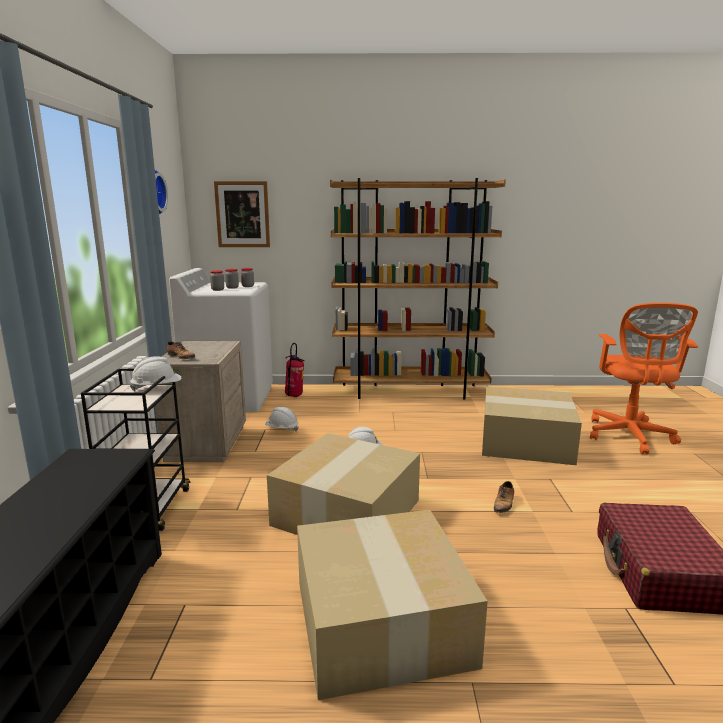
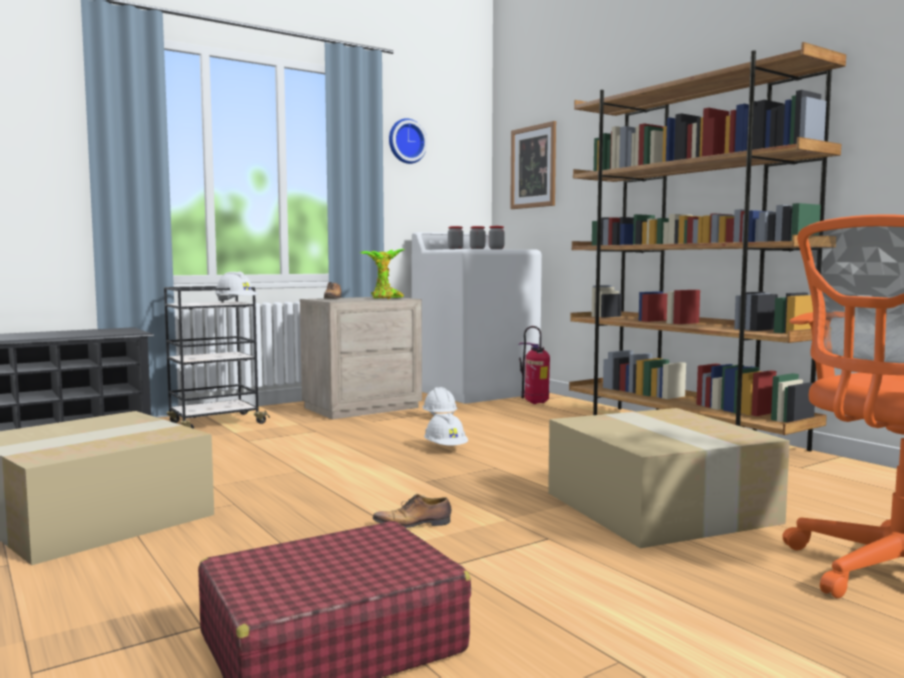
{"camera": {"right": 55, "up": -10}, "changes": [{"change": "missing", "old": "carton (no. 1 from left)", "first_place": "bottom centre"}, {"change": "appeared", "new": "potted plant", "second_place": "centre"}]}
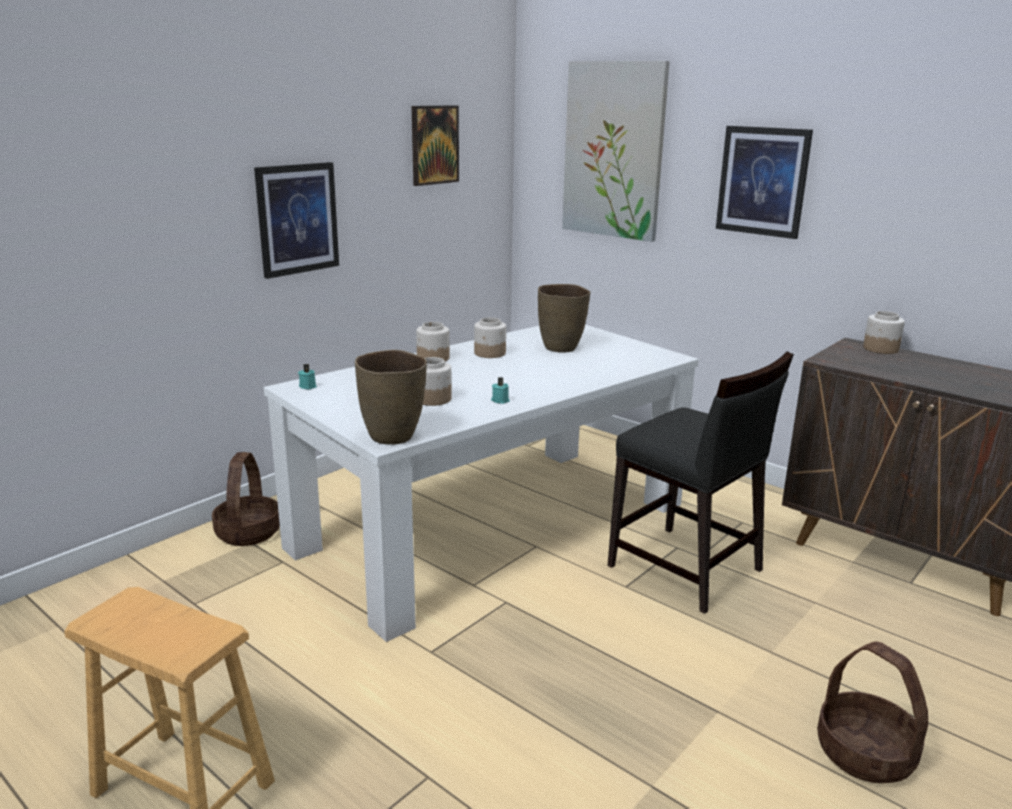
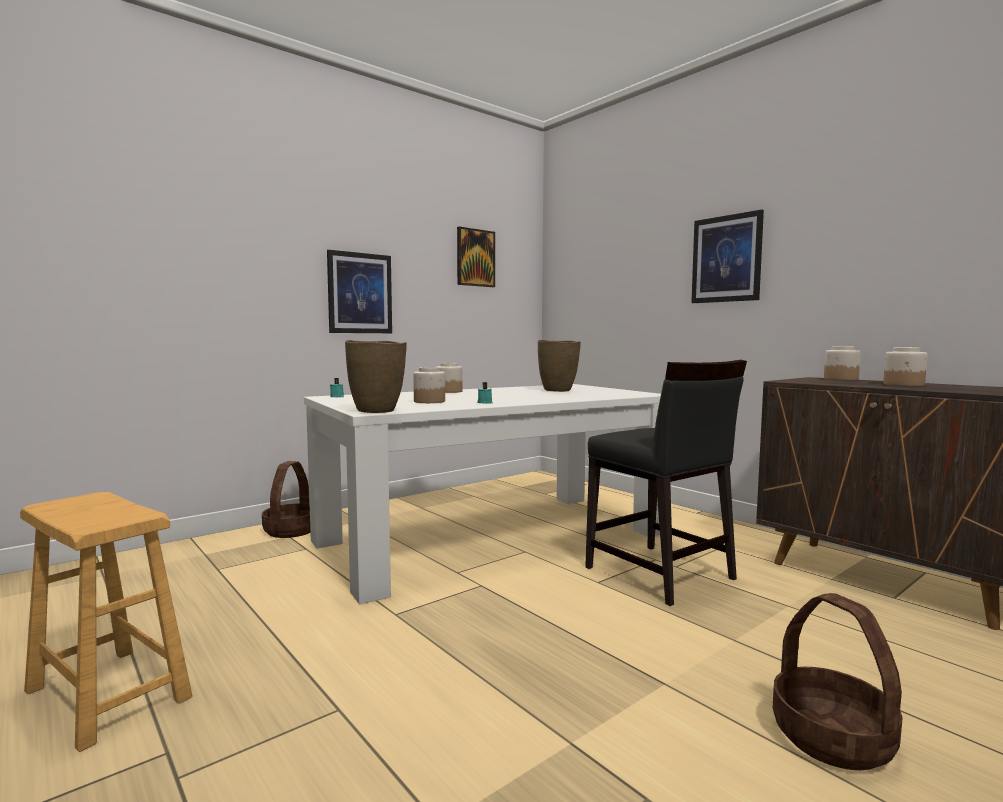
{"camera": {"right": 10, "up": -15}, "changes": [{"change": "missing", "old": "wall picture (no. 3 from left)", "first_place": "top centre"}, {"change": "relocated", "old": "jar (no. 3 from left in the first image)", "new": "jar (no. 4 from left)", "first_place": "centre", "second_place": "middle right"}]}
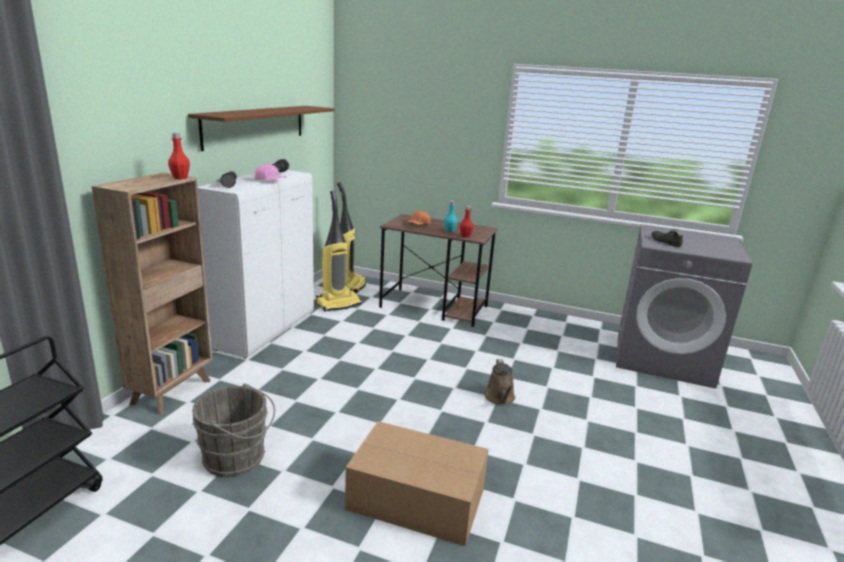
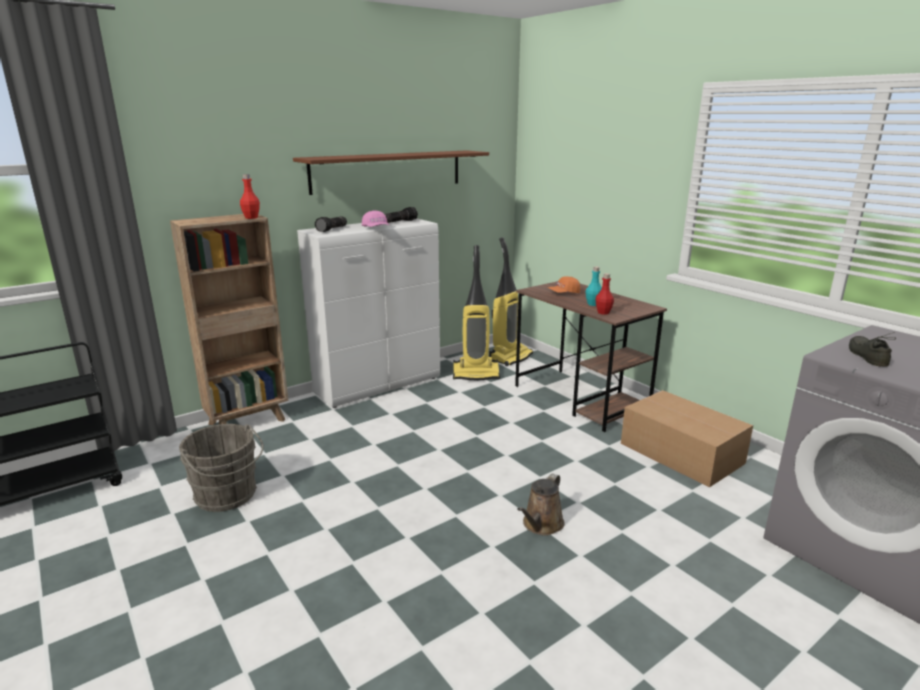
{"camera": {"right": 35, "up": 0}, "changes": [{"change": "relocated", "old": "carton", "first_place": "bottom centre", "second_place": "middle right"}]}
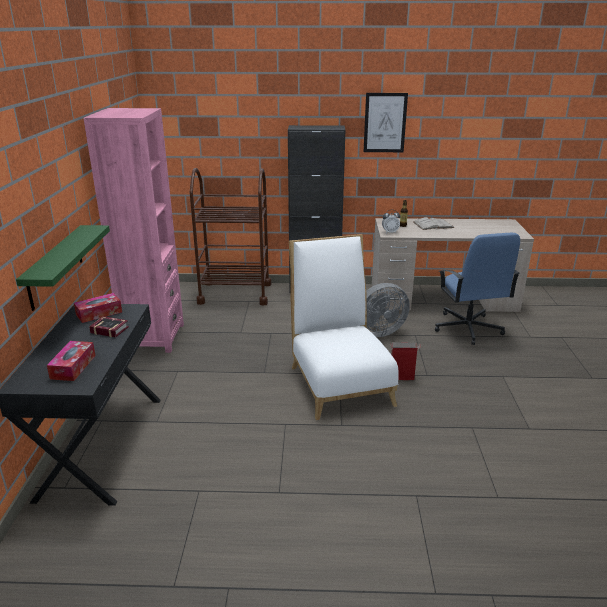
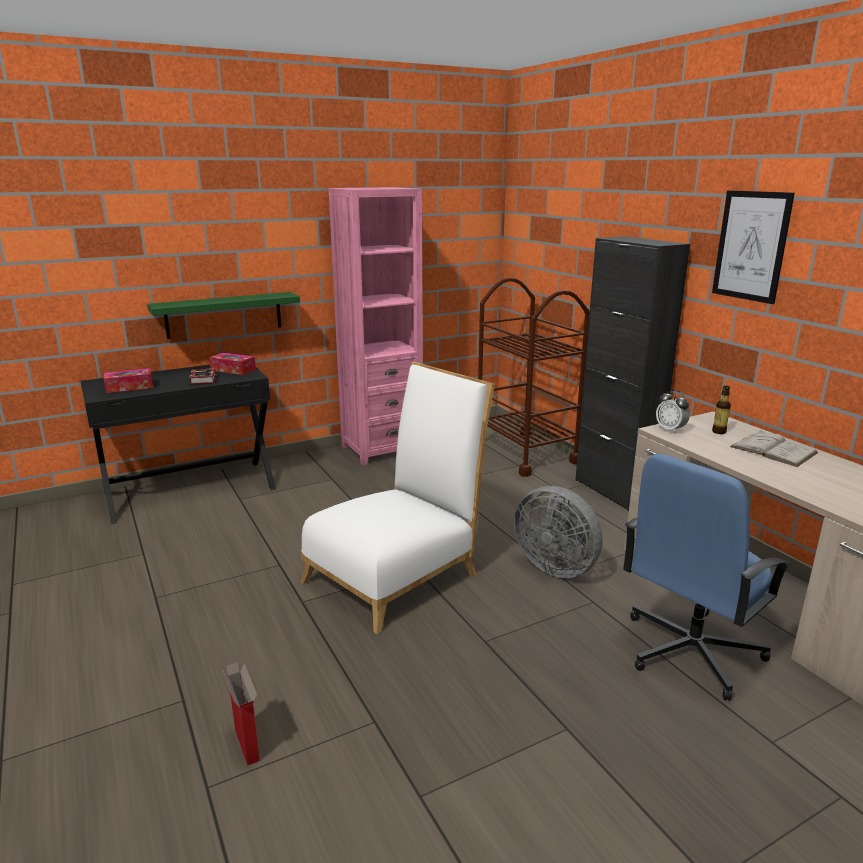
{"camera": {"right": 60, "up": -5}, "changes": [{"change": "relocated", "old": "carton", "first_place": "middle right", "second_place": "bottom left"}]}
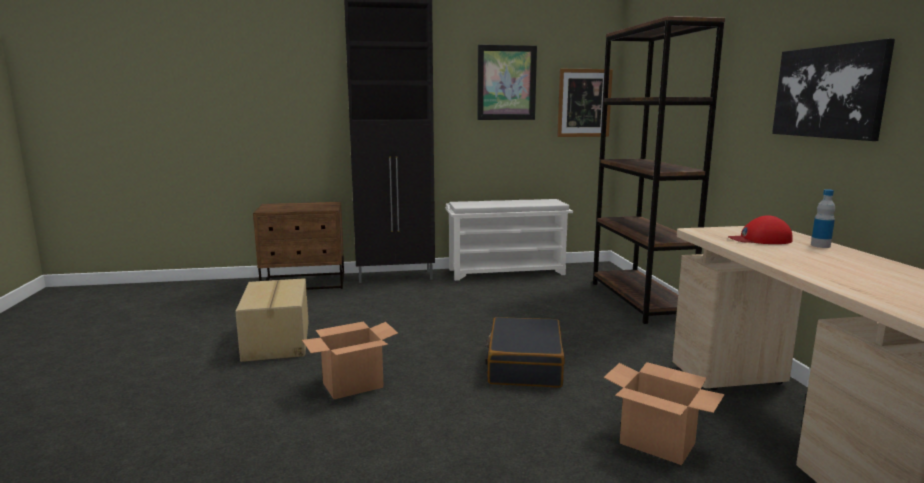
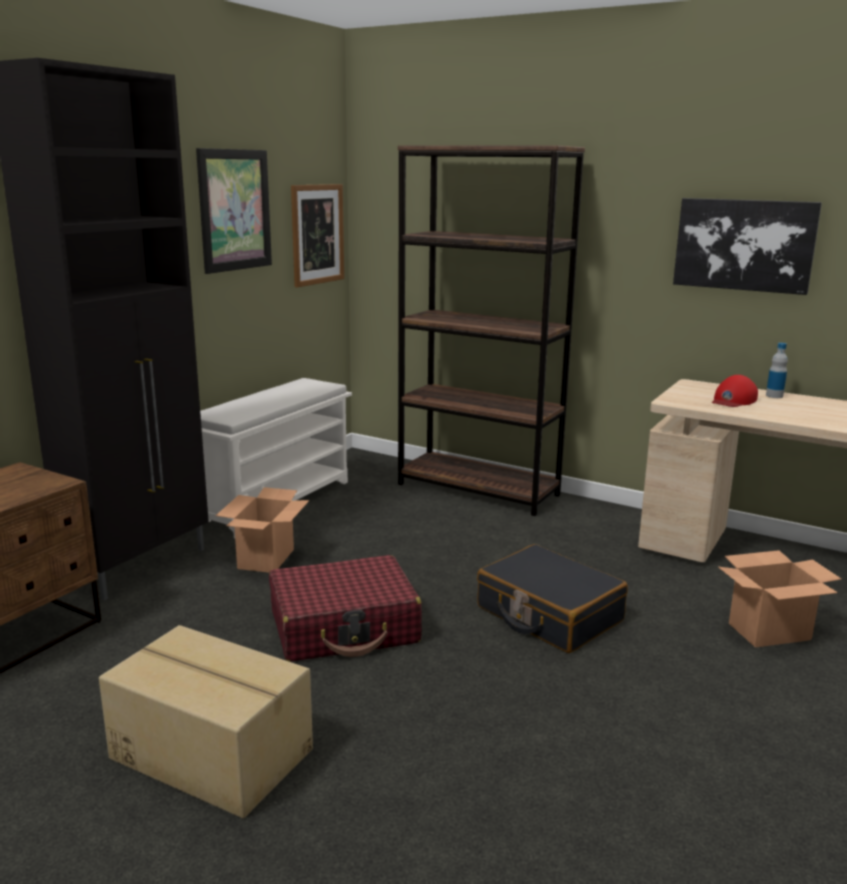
{"camera": {"right": -50, "up": 5}, "changes": [{"change": "relocated", "old": "carton (no. 2 from left)", "first_place": "bottom centre", "second_place": "middle left"}, {"change": "appeared", "new": "travel case in red", "second_place": "bottom centre"}]}
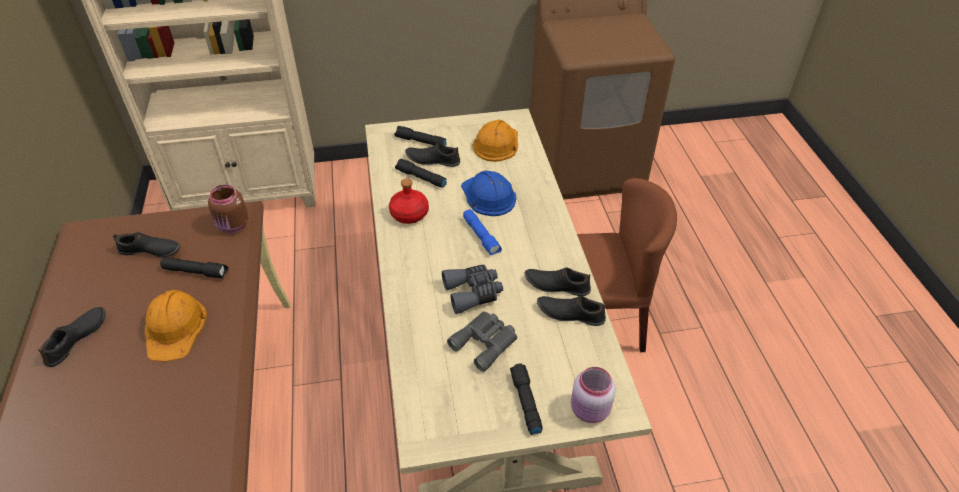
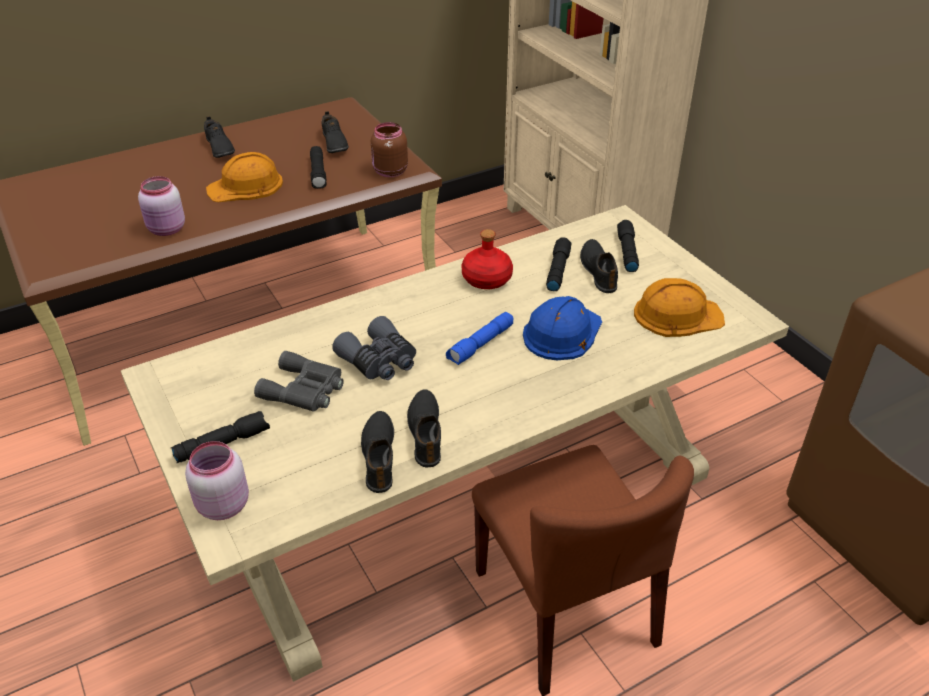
{"camera": {"right": 70, "up": -5}, "changes": [{"change": "spun", "old": "shoe in black-coloured (no. 1 from left)", "first_place": "bottom left", "second_place": "top left", "degrees": 60}, {"change": "appeared", "new": "jar in pink-coloured (no. 1 from left)", "second_place": "top left"}]}
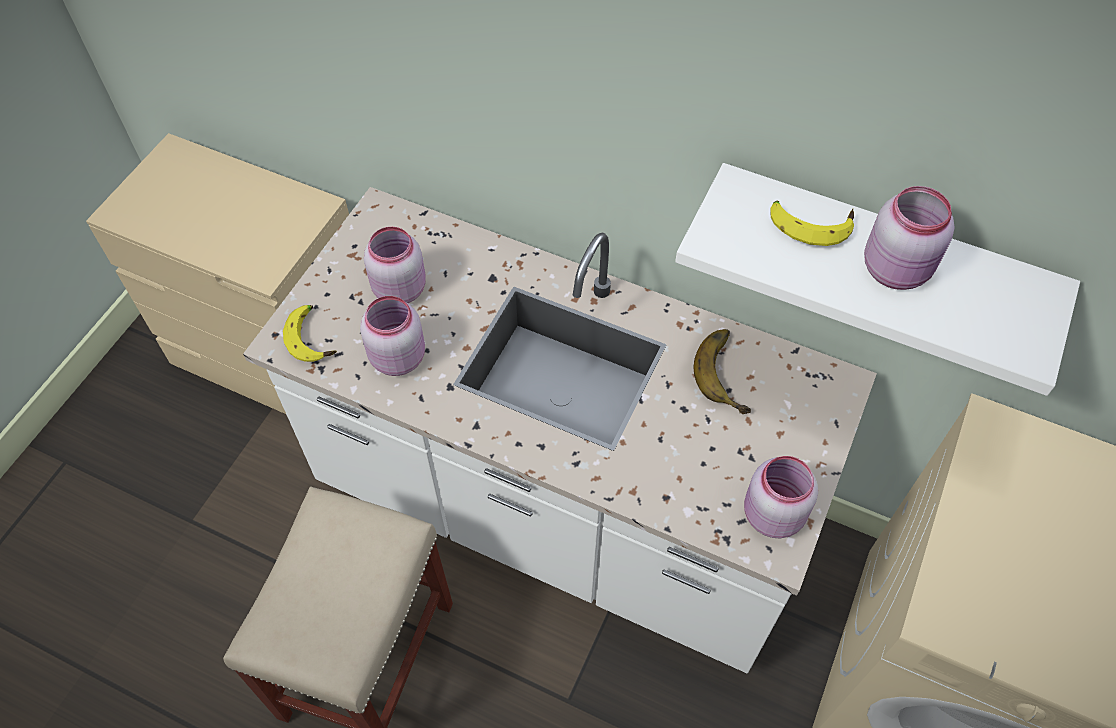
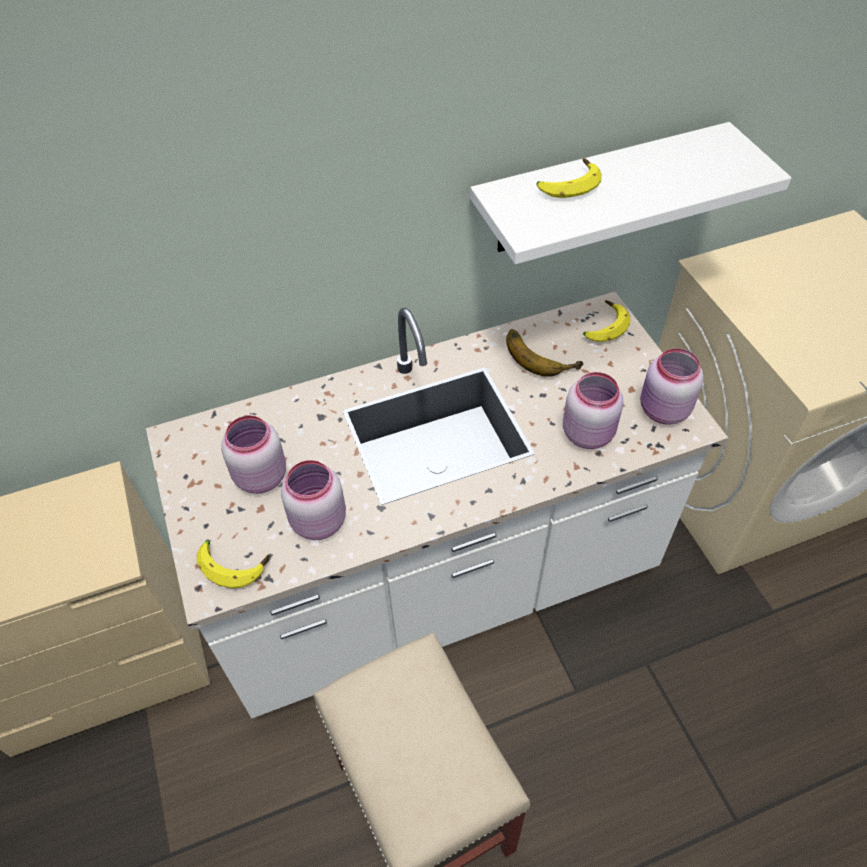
{"camera": {"right": -45, "up": -5}, "changes": [{"change": "relocated", "old": "jar in pink-coloured (no. 4 from left in the first image)", "new": "jar in pink-coloured (no. 3 from left)", "first_place": "top right", "second_place": "middle right"}, {"change": "appeared", "new": "whole banana (no. 4 from left)", "second_place": "middle right"}]}
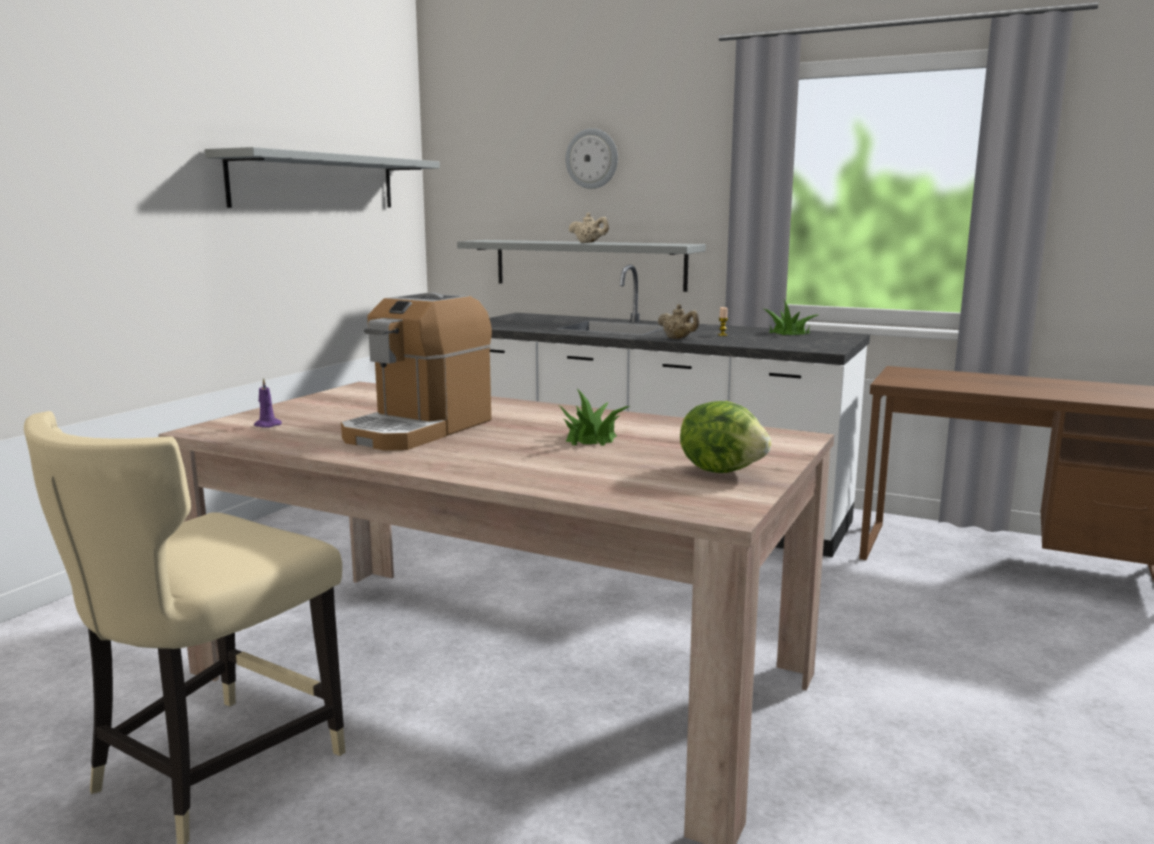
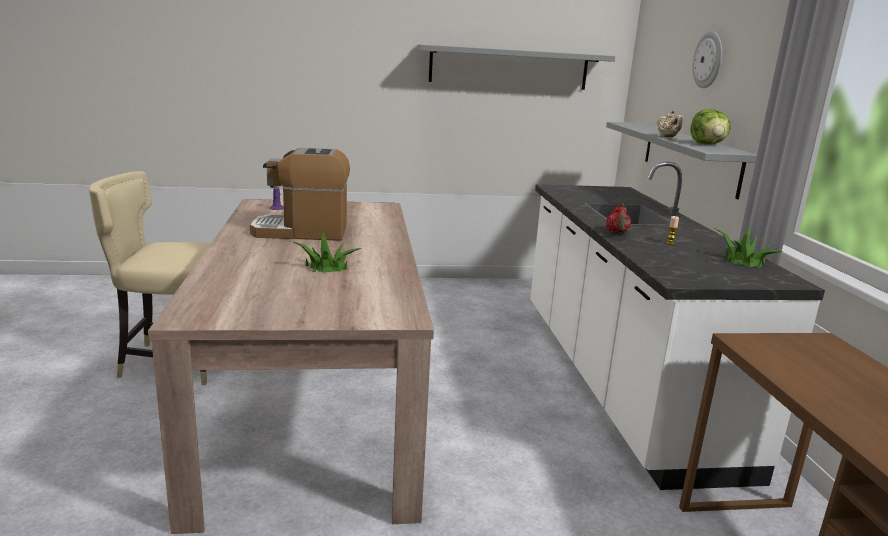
{"camera": {"right": 55, "up": 5}, "changes": [{"change": "colour", "old": "pot for tea in beige-coloured (no. 2 from left)", "new": "pot for tea in red", "first_place": "centre", "second_place": "middle right"}, {"change": "relocated", "old": "lettuce", "first_place": "centre", "second_place": "top right"}]}
